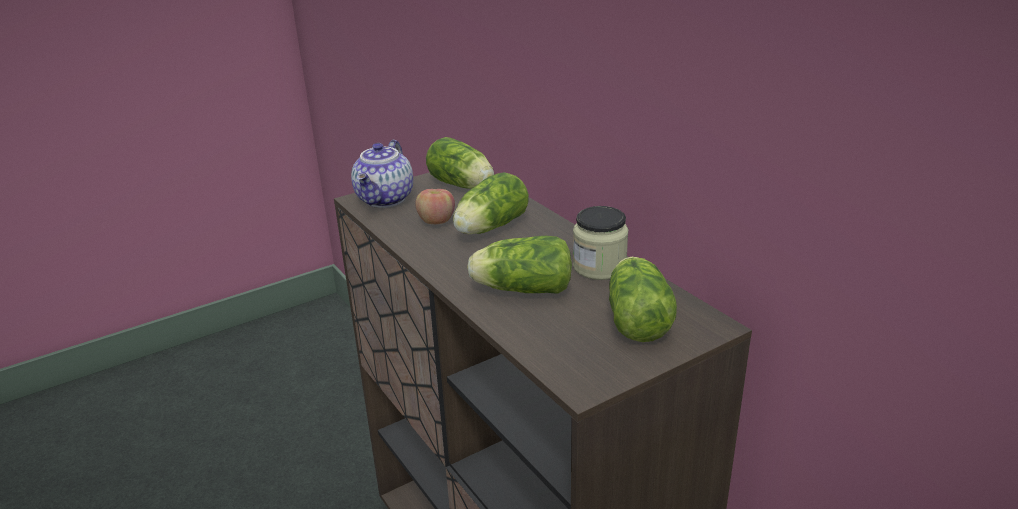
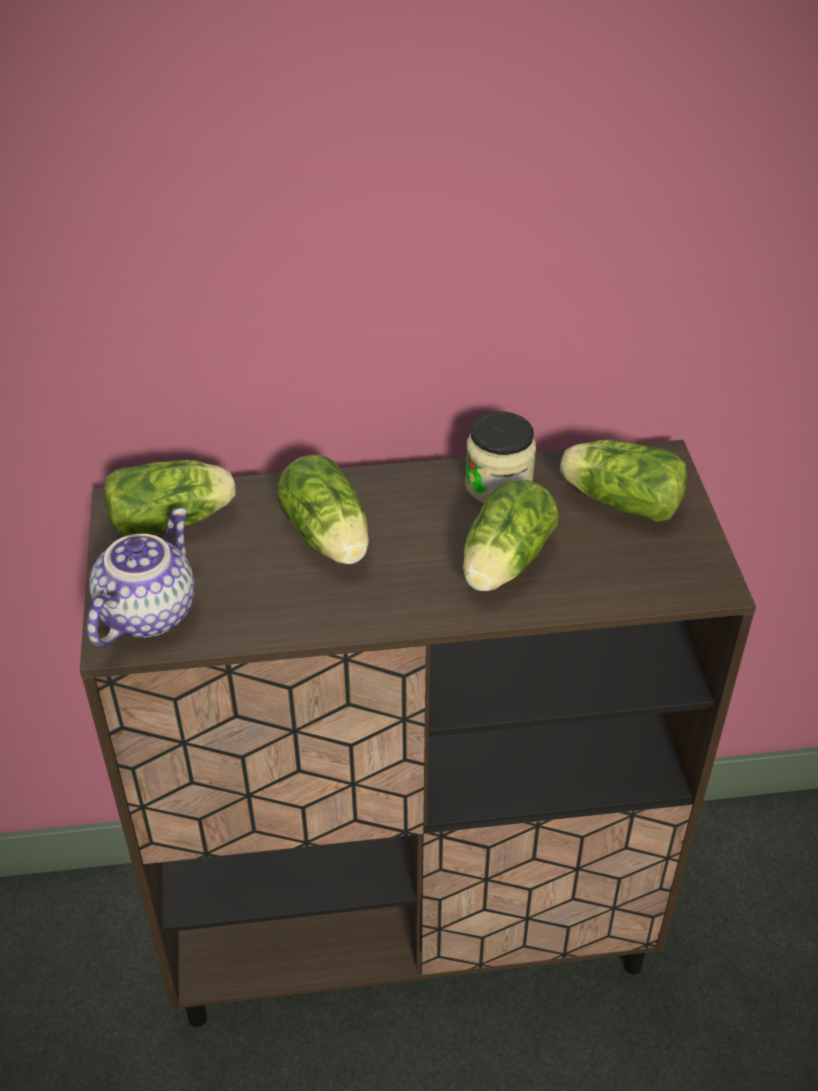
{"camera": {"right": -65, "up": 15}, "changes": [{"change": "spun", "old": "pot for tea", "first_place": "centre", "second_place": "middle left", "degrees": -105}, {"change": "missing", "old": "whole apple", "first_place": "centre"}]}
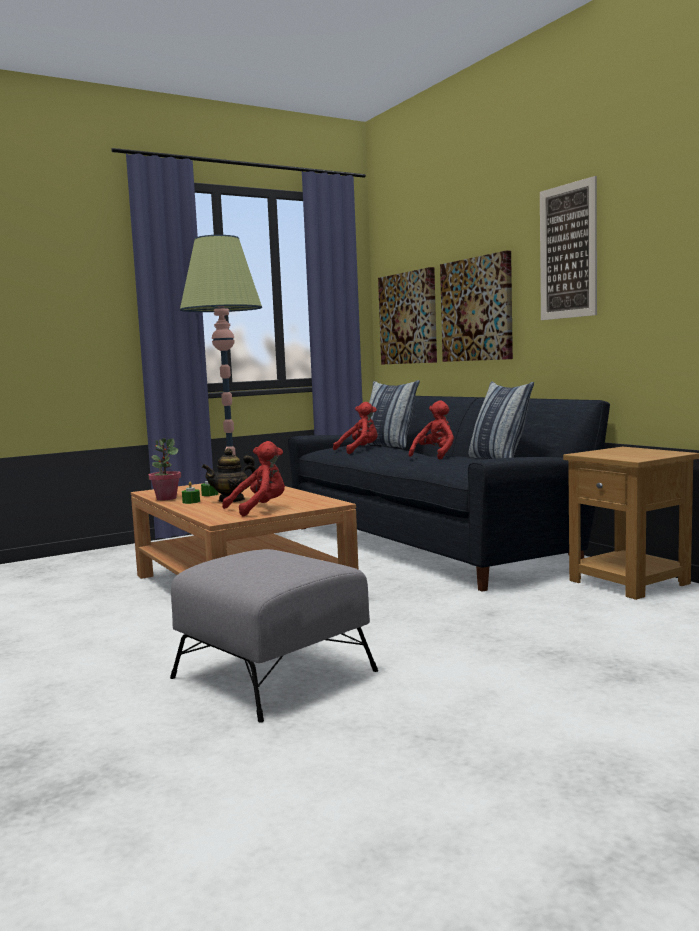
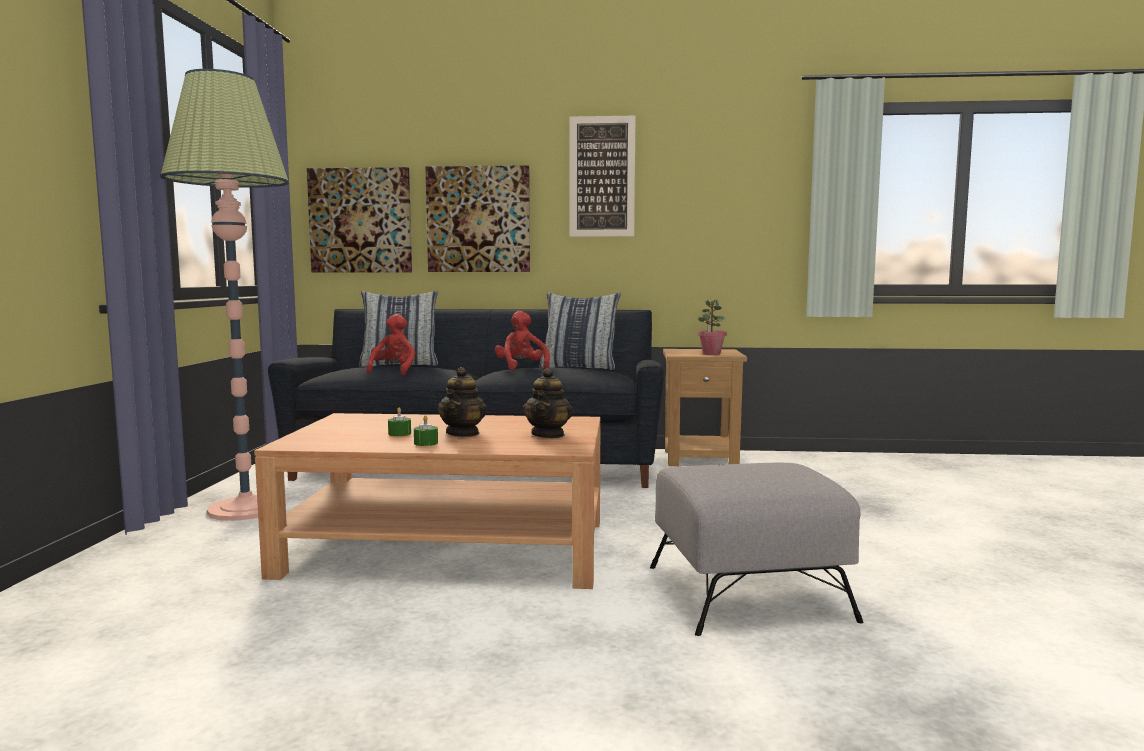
{"camera": {"right": -55, "up": 0}, "changes": [{"change": "relocated", "old": "potted plant", "first_place": "middle left", "second_place": "centre"}, {"change": "exchanged", "old": "cuddly toy in red (no. 1 from left)", "new": "pot for tea (no. 2 from left)", "first_place": "centre", "second_place": "centre"}]}
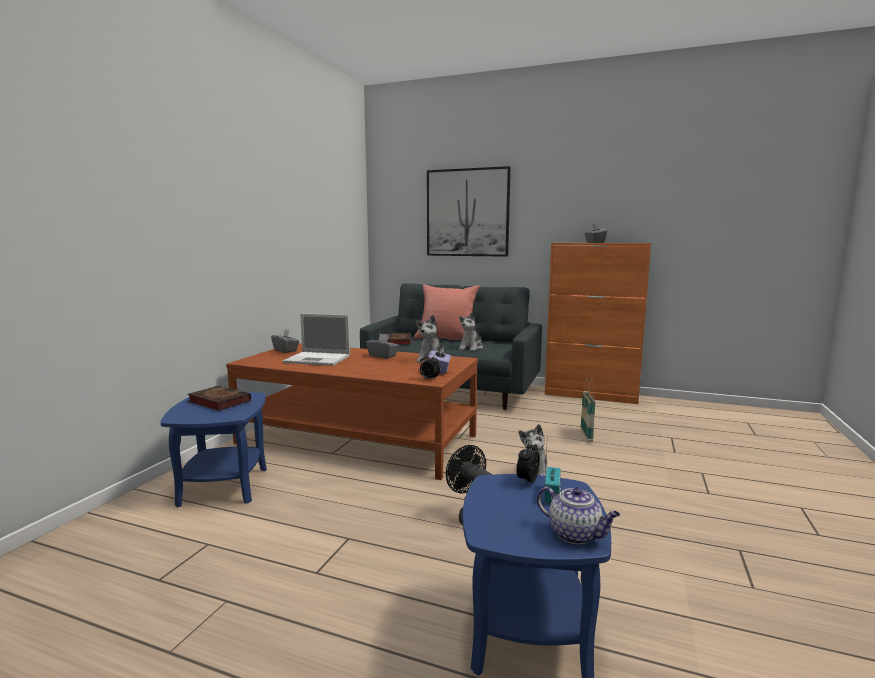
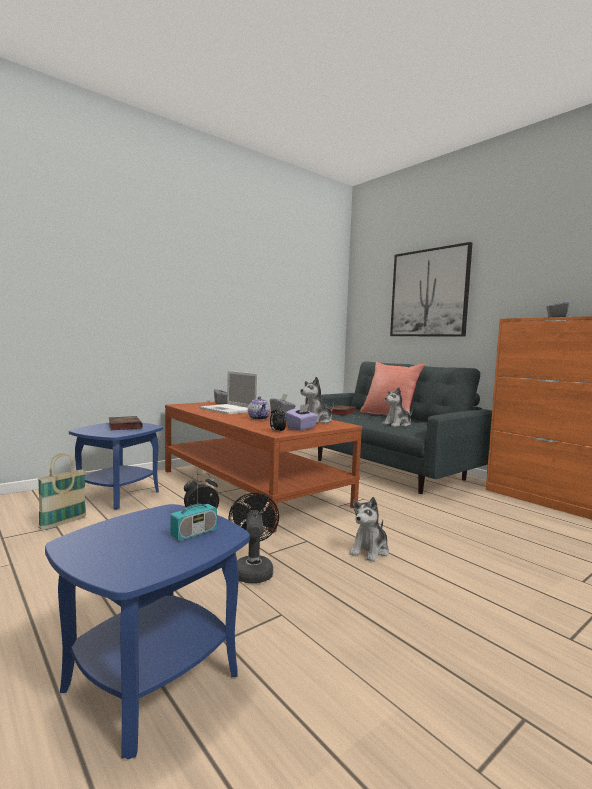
{"camera": {"right": 30, "up": -5}, "changes": [{"change": "relocated", "old": "household basket", "first_place": "middle right", "second_place": "middle left"}, {"change": "relocated", "old": "pot for tea", "first_place": "bottom centre", "second_place": "centre"}]}
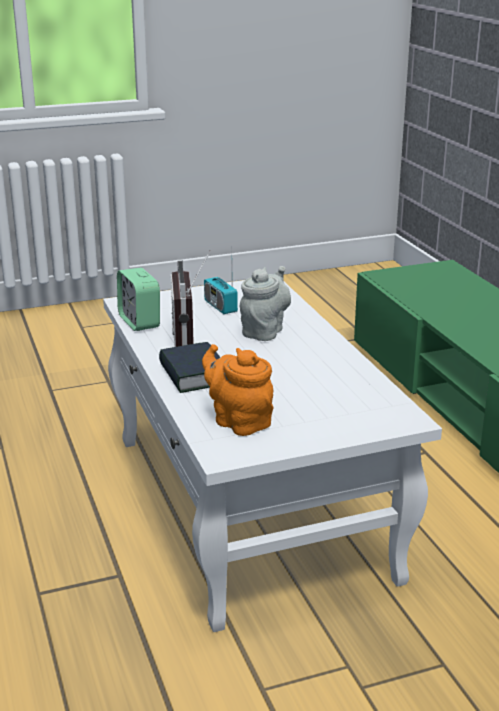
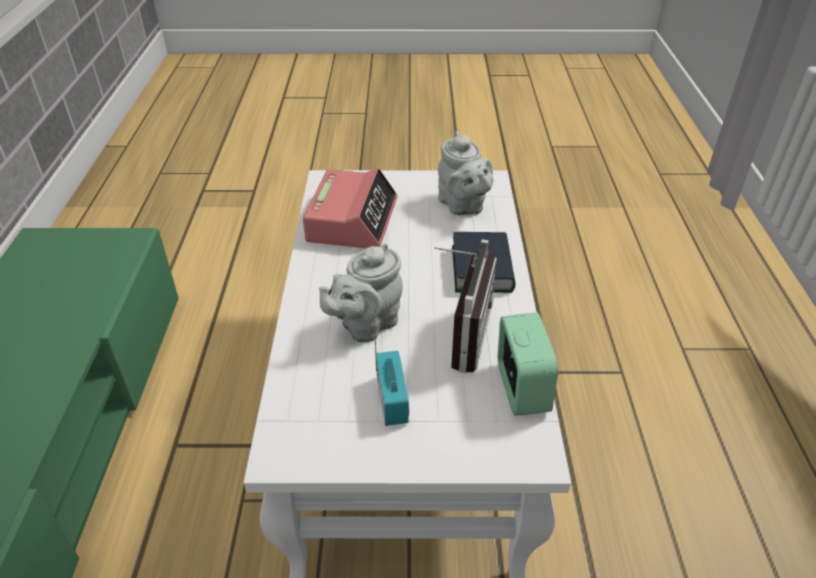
{"camera": {"right": -160, "up": 15}, "changes": [{"change": "colour", "old": "pot for tea in orange-coloured", "new": "pot for tea in gray (no. 2 from left)", "first_place": "centre", "second_place": "top centre"}, {"change": "appeared", "new": "table clock (no. 1 from left)", "second_place": "centre"}]}
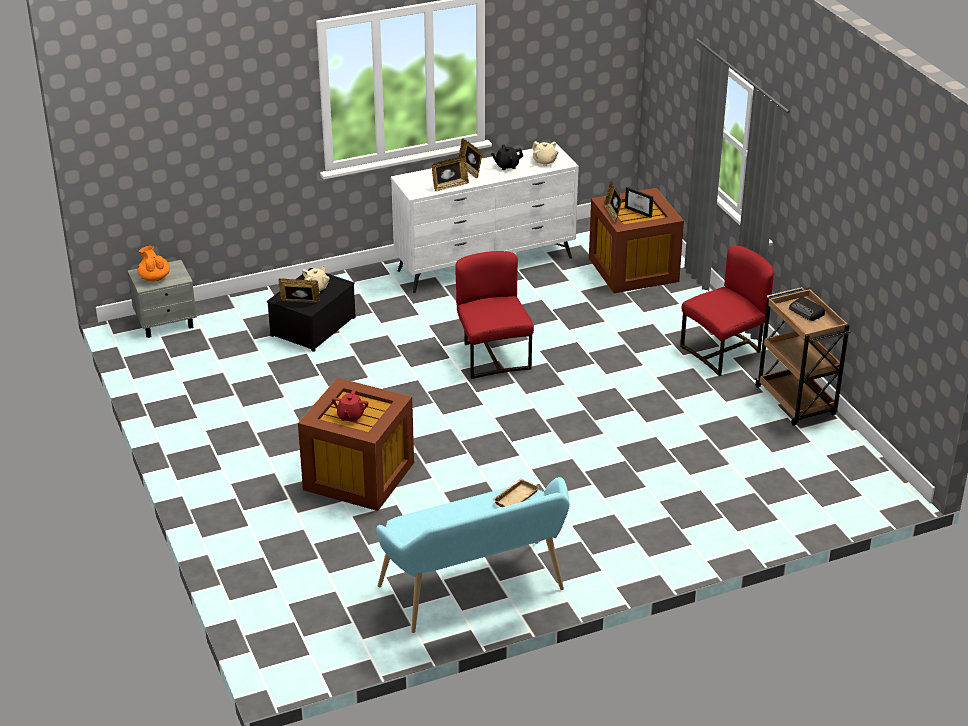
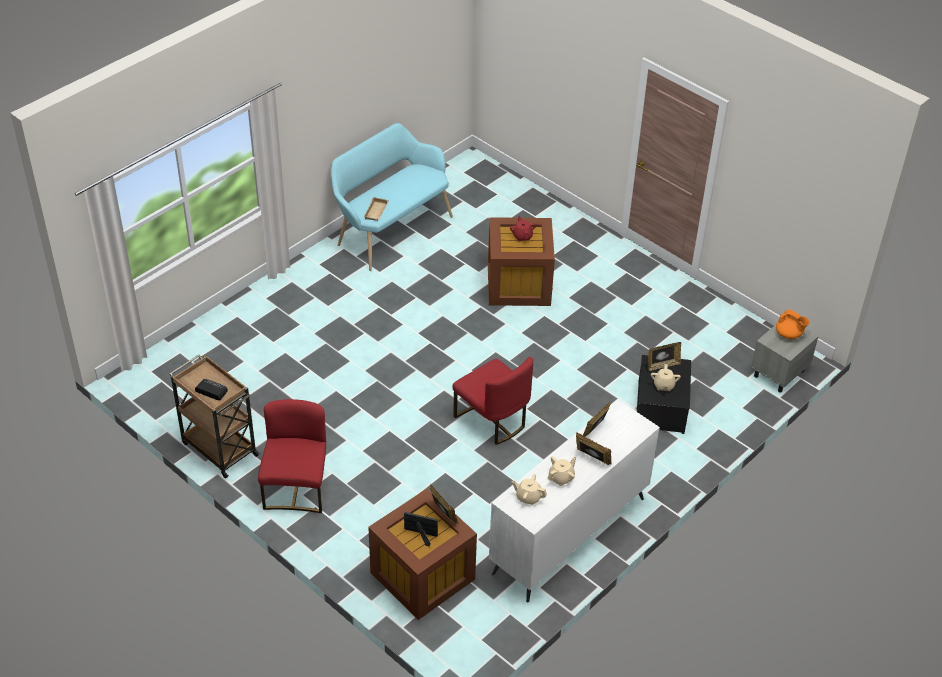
{"camera": {"right": 155, "up": 10}, "changes": [{"change": "colour", "old": "pot for tea in black-coloured", "new": "pot for tea in beige-coloured (no. 2 from left)", "first_place": "top centre", "second_place": "bottom centre"}, {"change": "spun", "old": "chair in red (no. 2 from left in the first image)", "first_place": "middle right", "second_place": "bottom left", "degrees": 150}]}
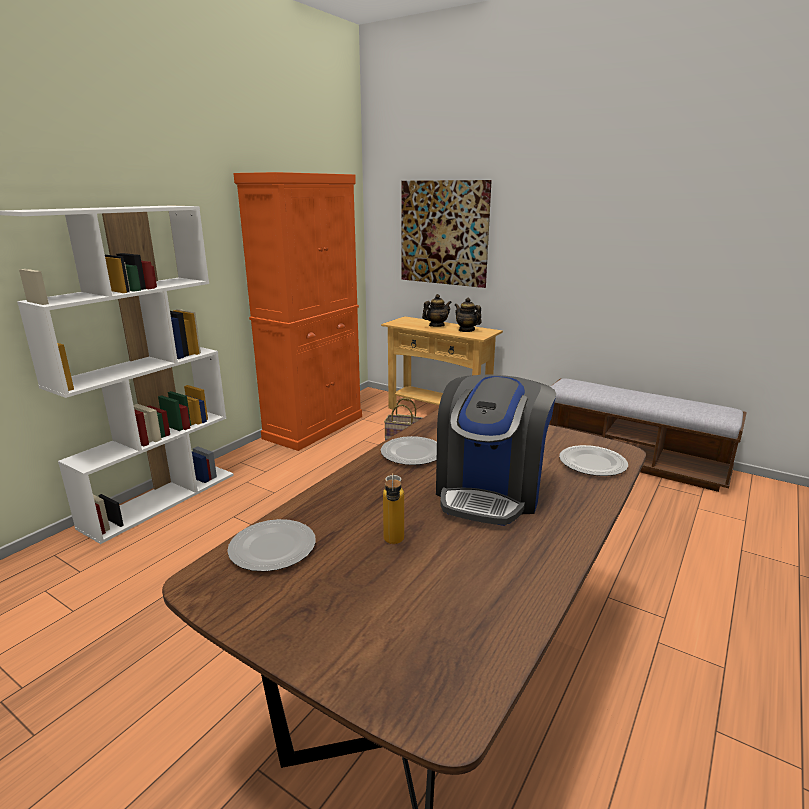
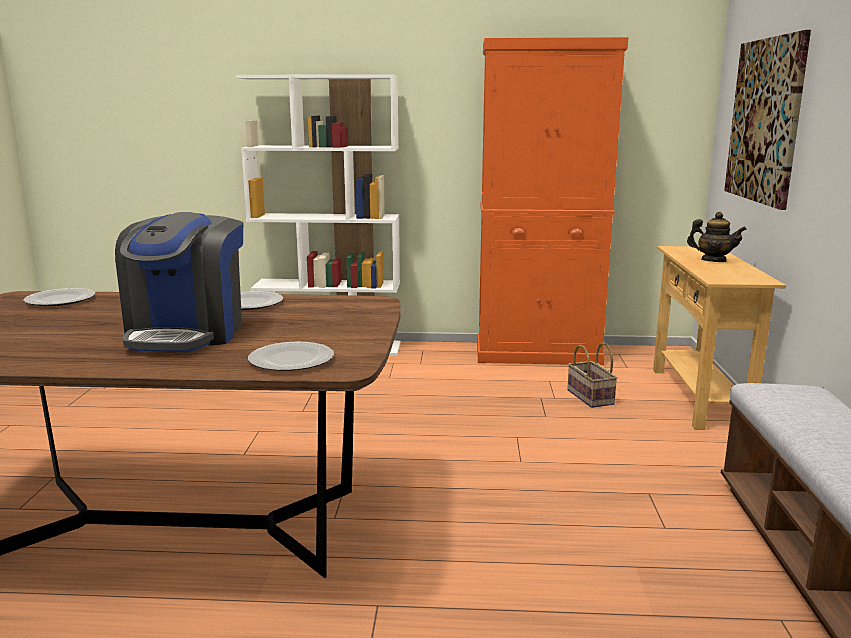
{"camera": {"right": 60, "up": -5}, "changes": [{"change": "missing", "old": "pot for tea (no. 2 from left)", "first_place": "centre"}, {"change": "spun", "old": "coffee maker", "first_place": "centre", "second_place": "middle left", "degrees": -75}, {"change": "missing", "old": "beverage bottle", "first_place": "centre"}]}
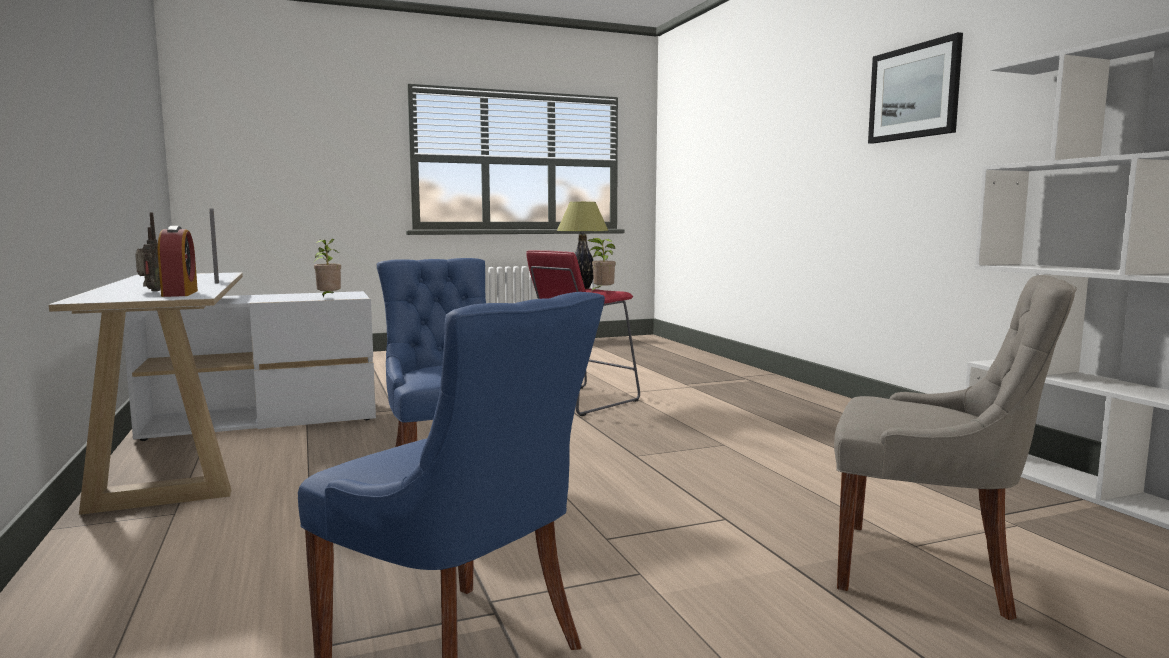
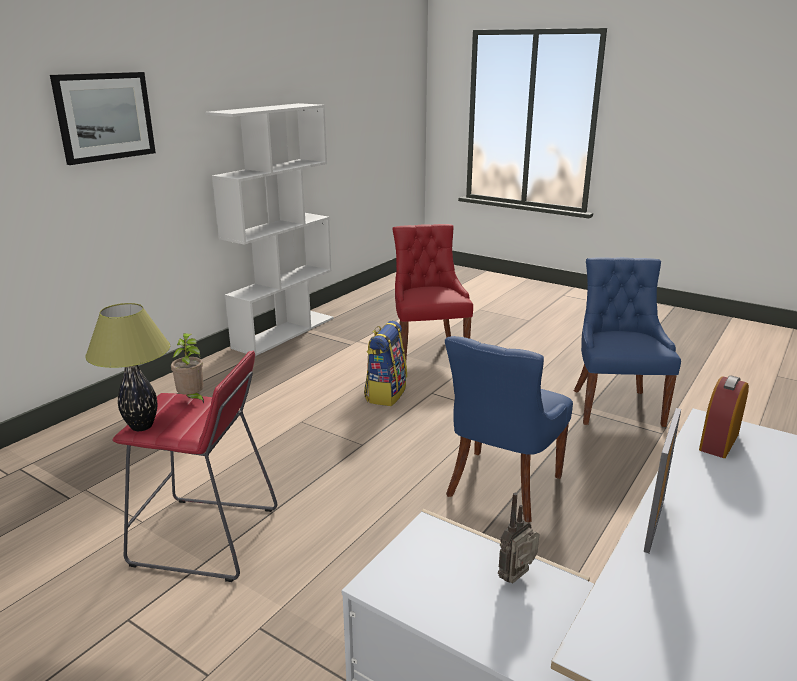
{"camera": {"right": -125, "up": 15}, "changes": [{"change": "relocated", "old": "radio receiver", "first_place": "middle left", "second_place": "bottom centre"}, {"change": "missing", "old": "potted plant (no. 1 from left)", "first_place": "middle left"}, {"change": "colour", "old": "chair in gray", "new": "chair in red", "first_place": "bottom right", "second_place": "centre"}, {"change": "appeared", "new": "backpack", "second_place": "centre"}]}
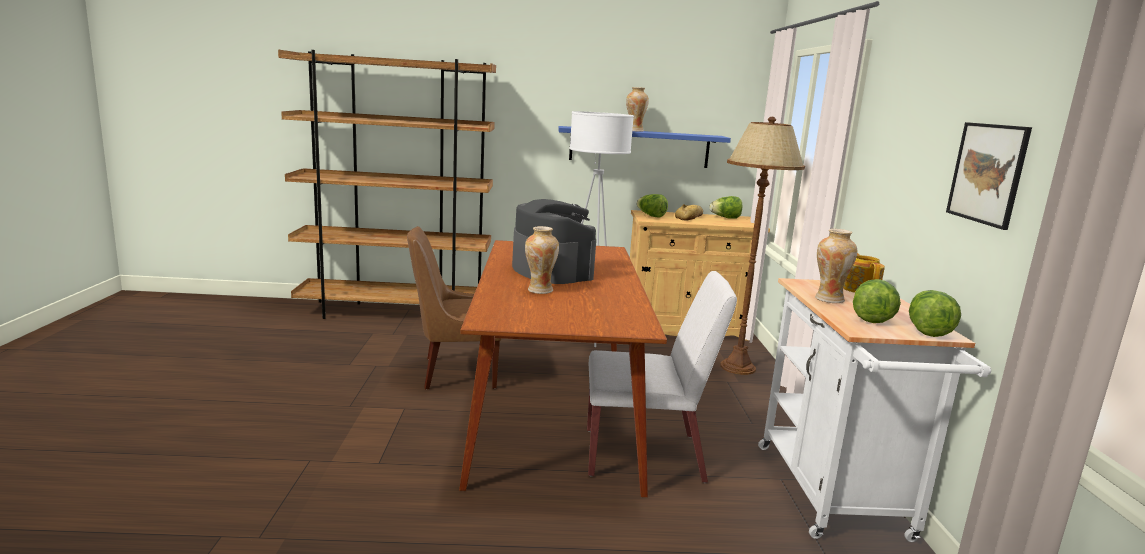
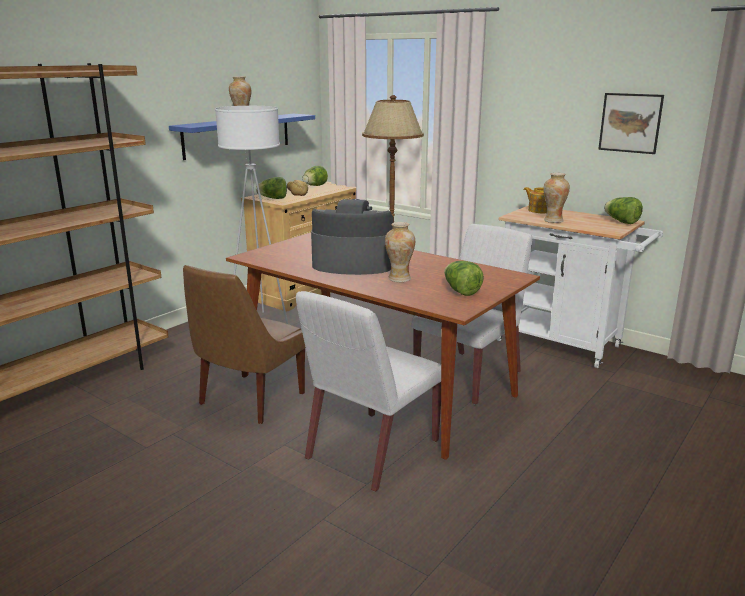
{"camera": {"right": -50, "up": 5}, "changes": [{"change": "relocated", "old": "lettuce (no. 3 from left)", "first_place": "middle right", "second_place": "centre"}, {"change": "appeared", "new": "chair in white (no. 1 from left)", "second_place": "centre"}]}
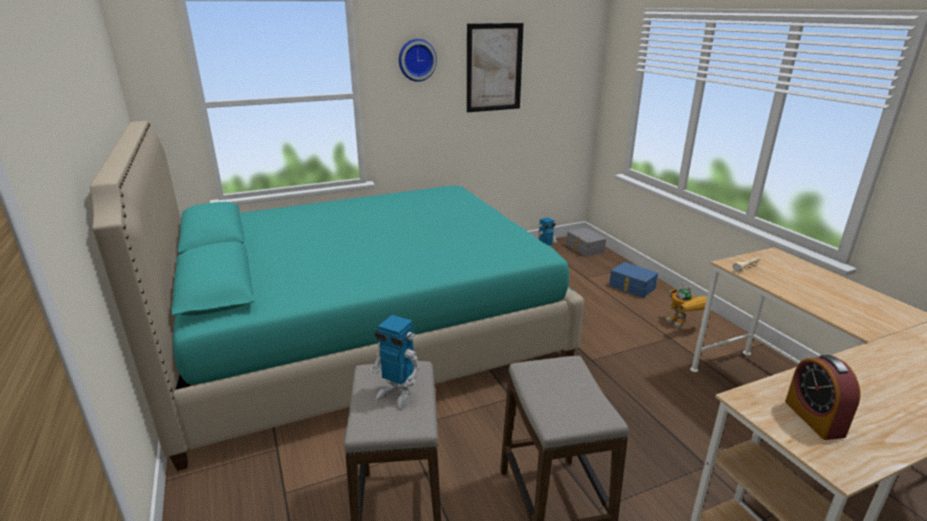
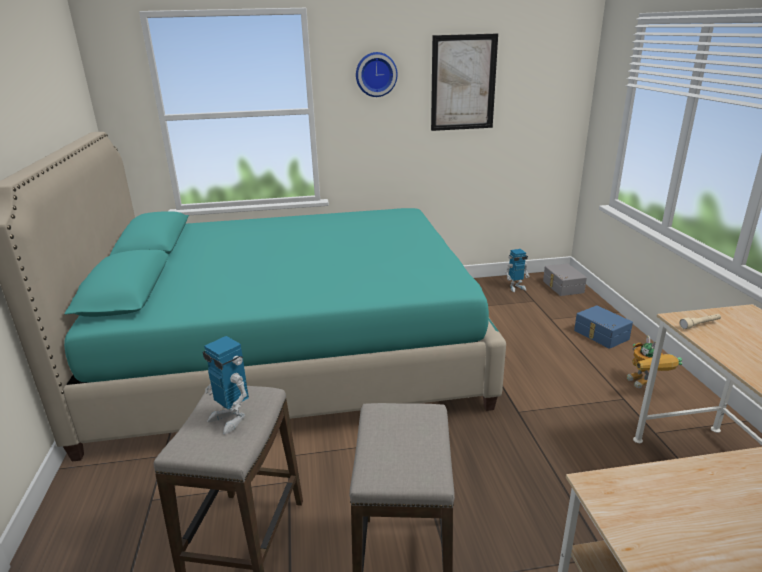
{"camera": {"right": 15, "up": 0}, "changes": [{"change": "missing", "old": "table clock", "first_place": "bottom right"}]}
